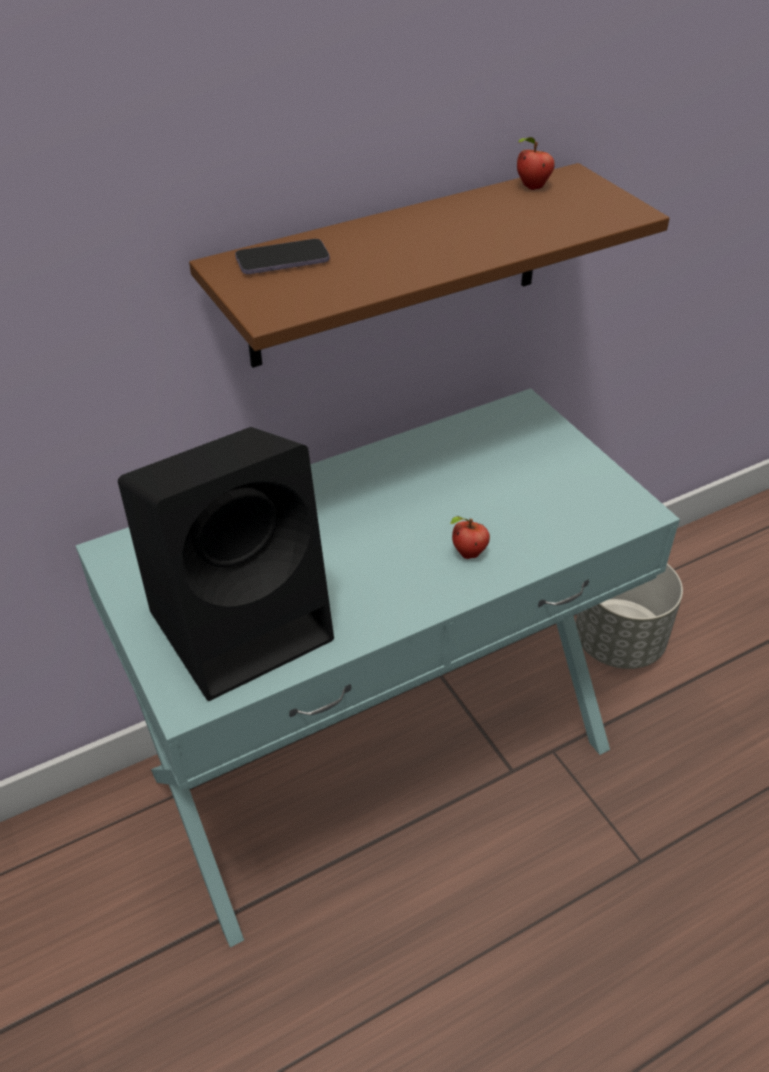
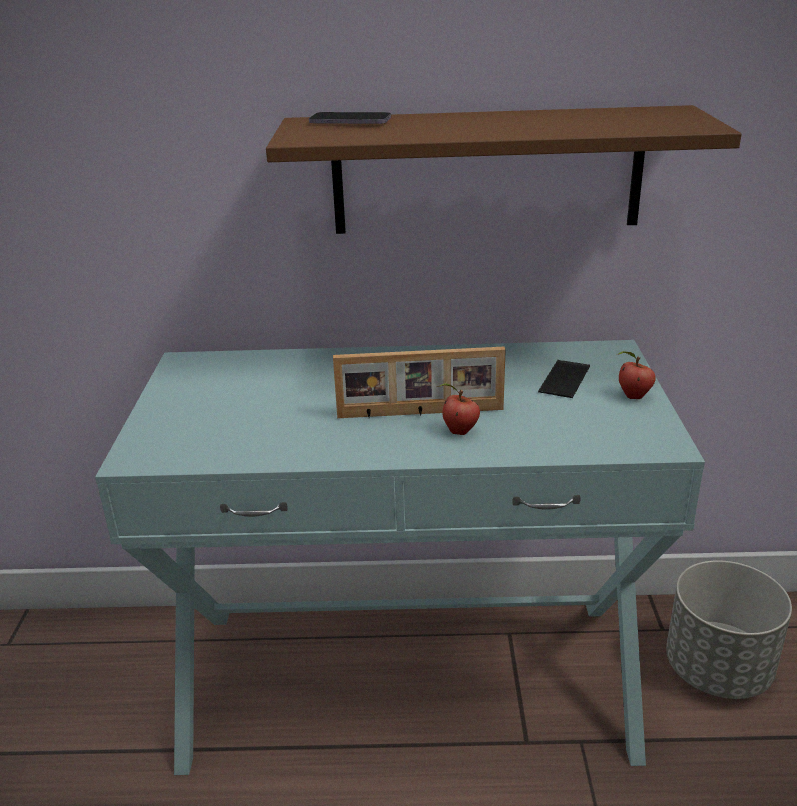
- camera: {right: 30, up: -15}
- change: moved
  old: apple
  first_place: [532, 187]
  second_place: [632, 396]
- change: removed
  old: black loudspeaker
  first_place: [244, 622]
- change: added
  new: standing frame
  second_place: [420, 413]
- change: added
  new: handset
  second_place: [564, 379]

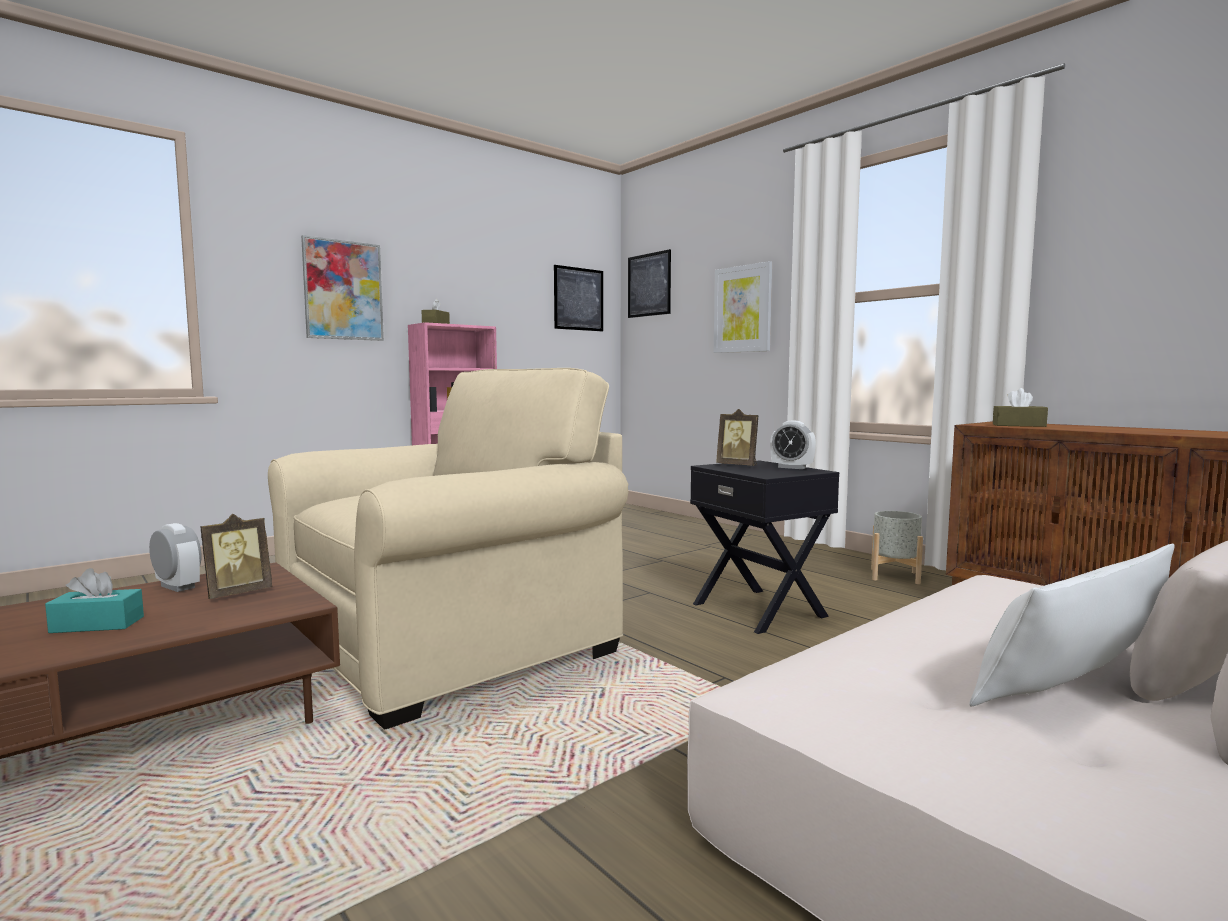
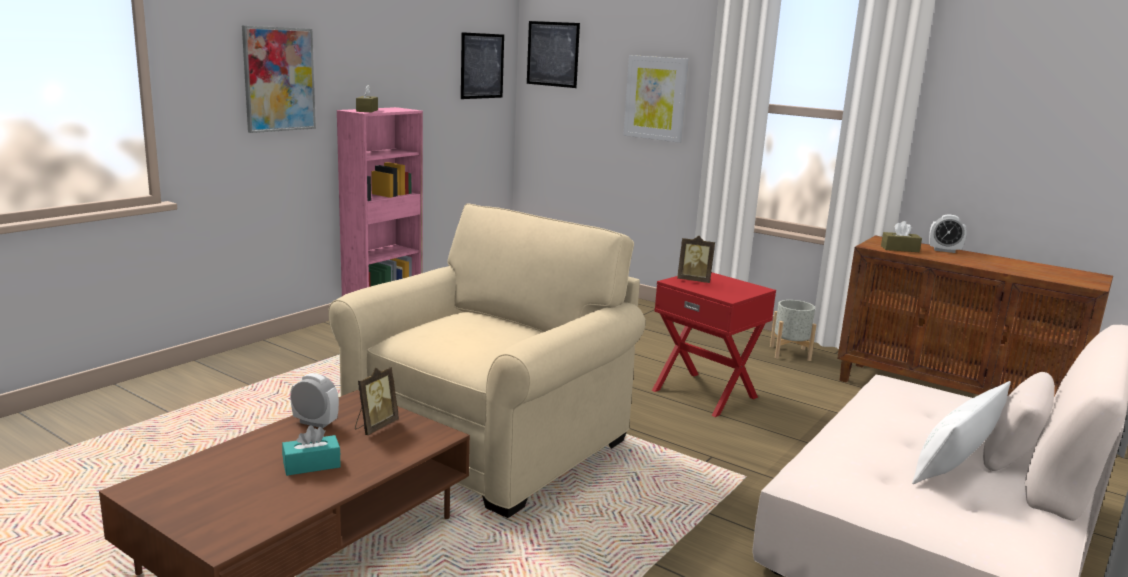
- camera: {right: -15, up: 10}
- change: moved
  old: bedside clock
  first_place: [792, 467]
  second_place: [944, 250]
- change: recoloured
  old: black end table
  new: red-coloured end table
  first_place: [760, 609]
  second_place: [705, 393]

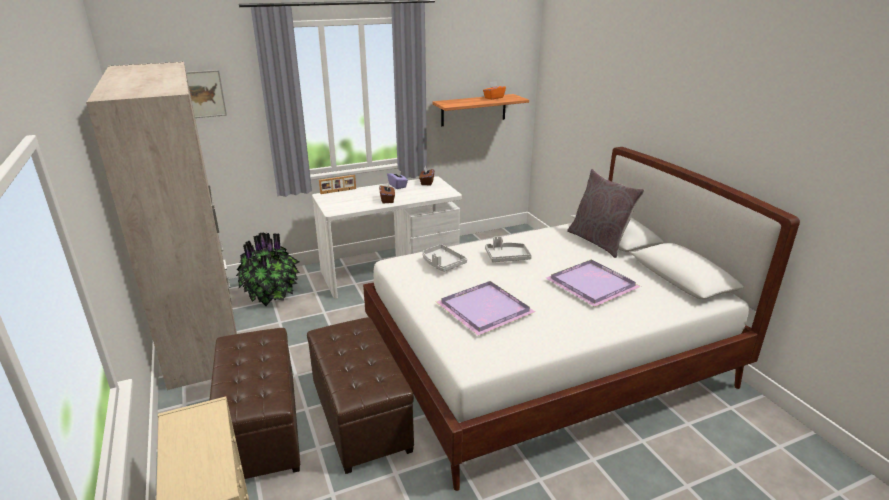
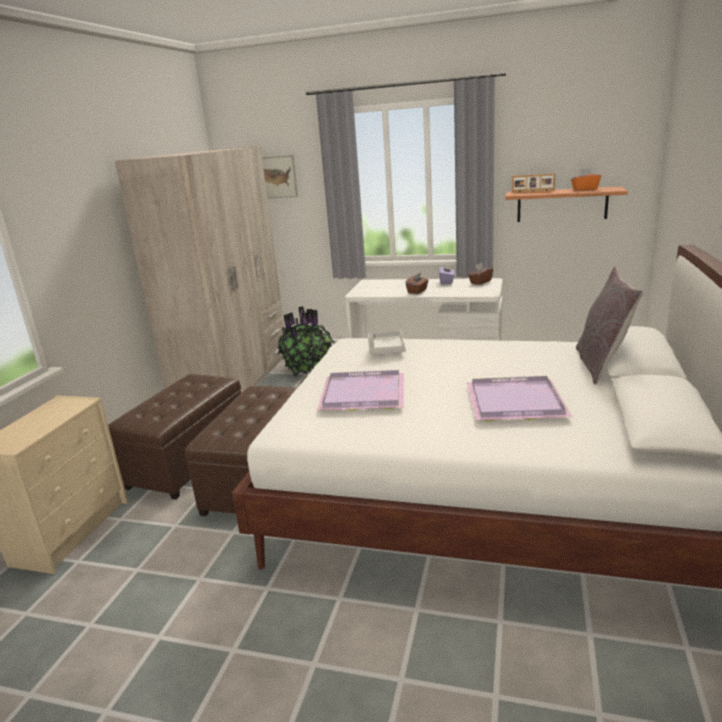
- camera: {right: 40, up: -5}
- change: moved
  old: standing frame
  first_place: [338, 191]
  second_place: [533, 191]
- change: removed
  old: grey tray
  first_place: [507, 257]

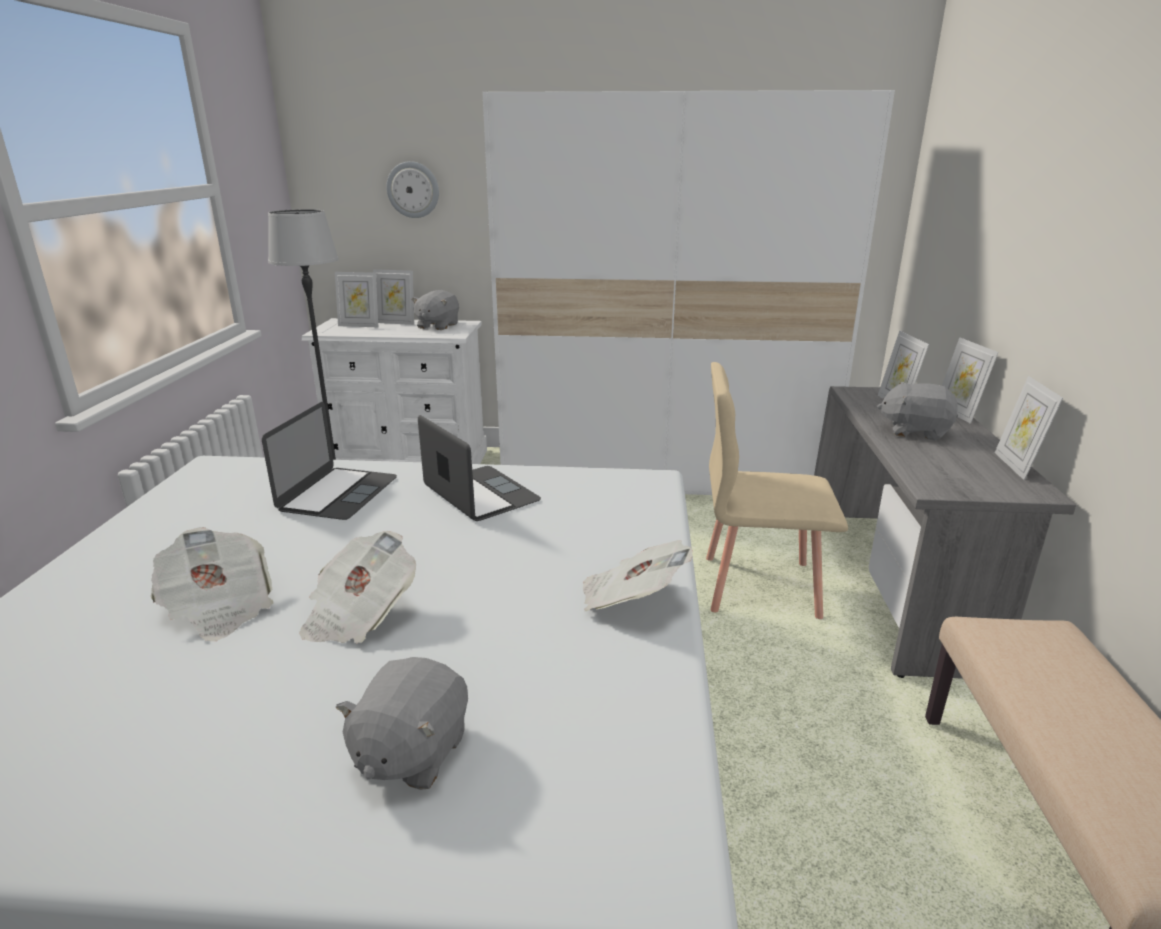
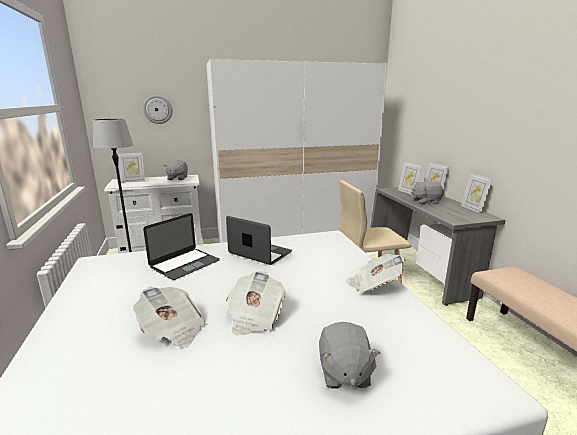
- camera: {right: -20, up: -5}
- change: removed
  old: standing frame
  first_place: [396, 322]
- change: turned
  old: notebook computer
  first_place: [338, 493]
  second_place: [185, 263]
  degrees: 45

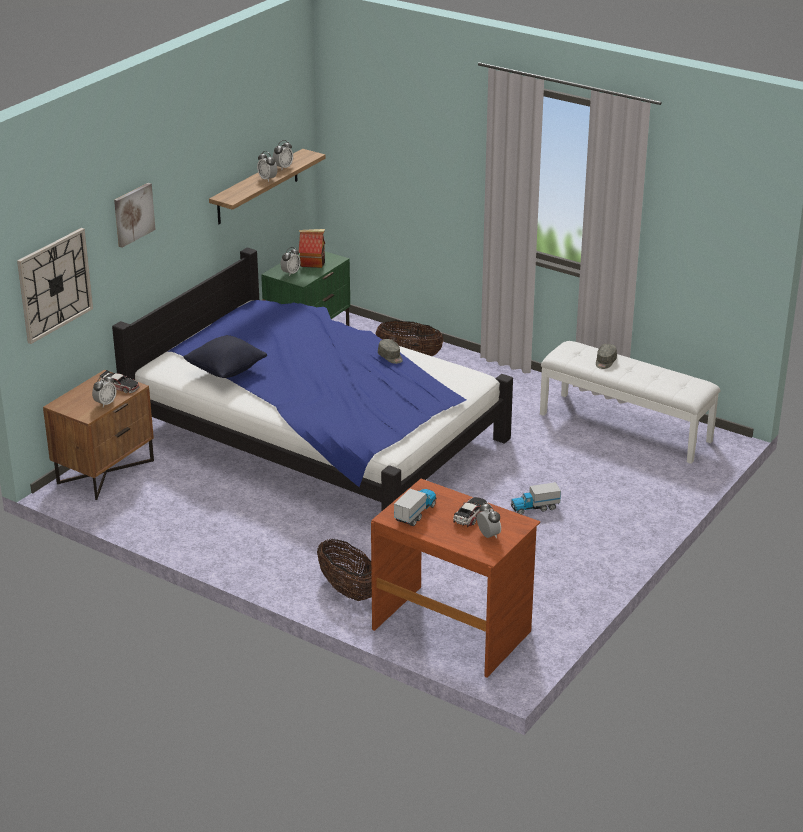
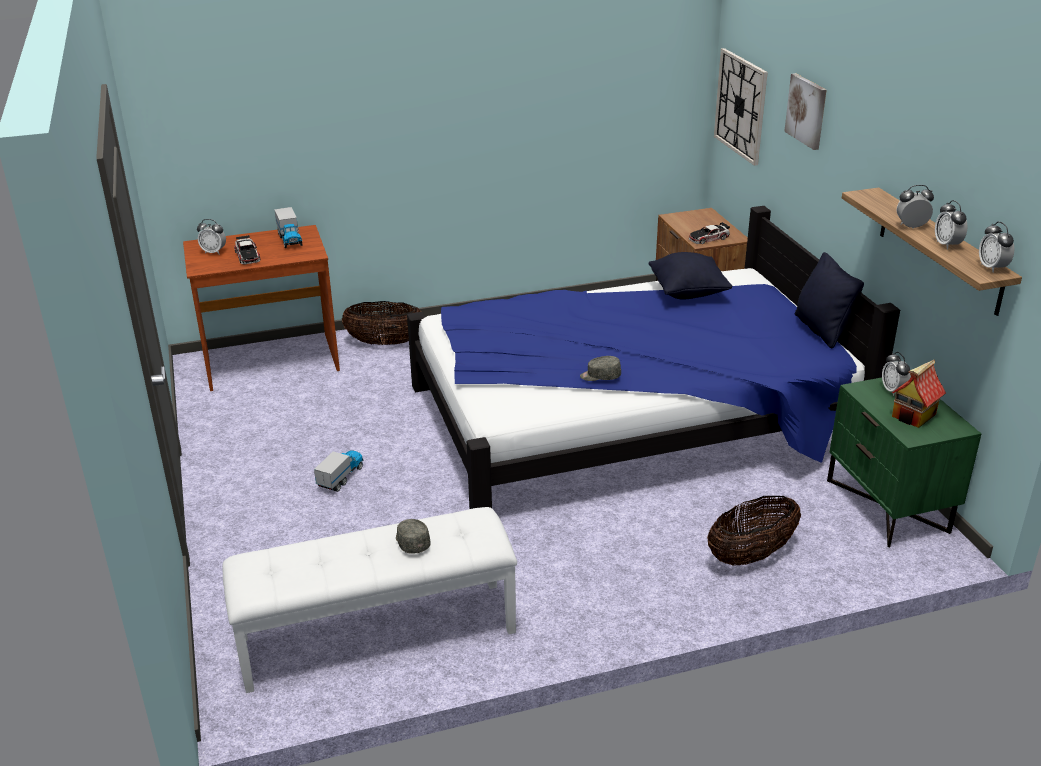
- camera: {right: 130, up: 0}
- change: moved
  old: bedside clock
  first_place: [105, 403]
  second_place: [992, 268]
- change: added
  new: black cushion
  second_place: [822, 330]

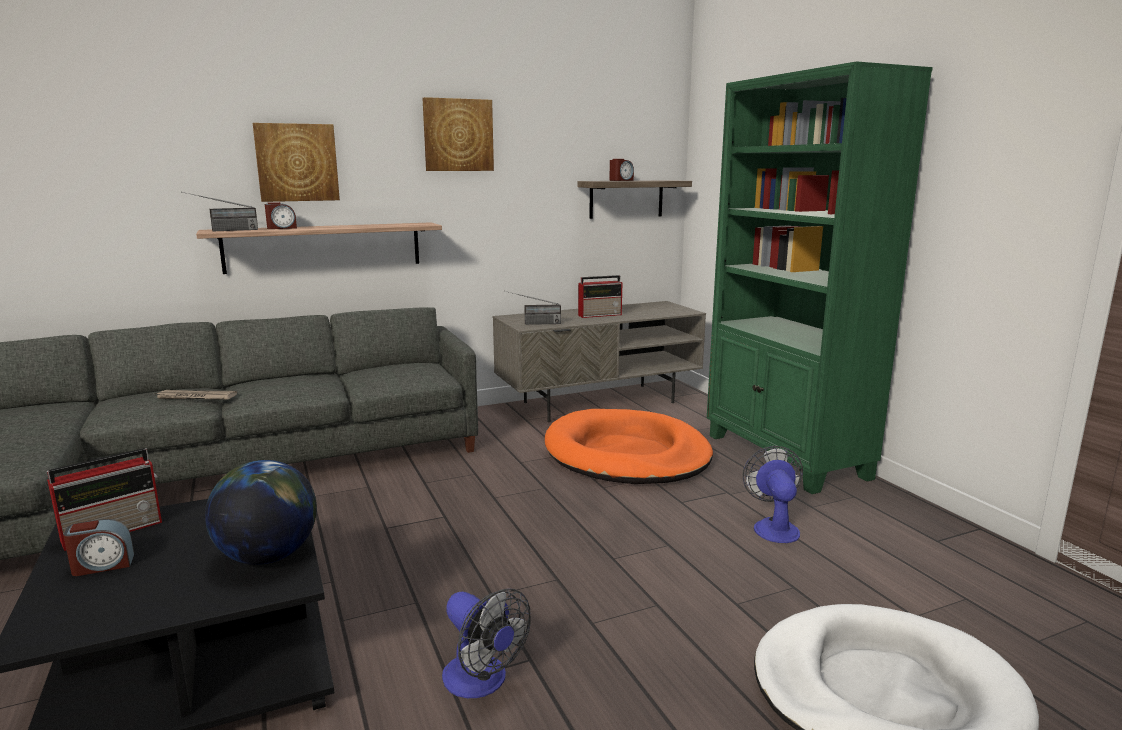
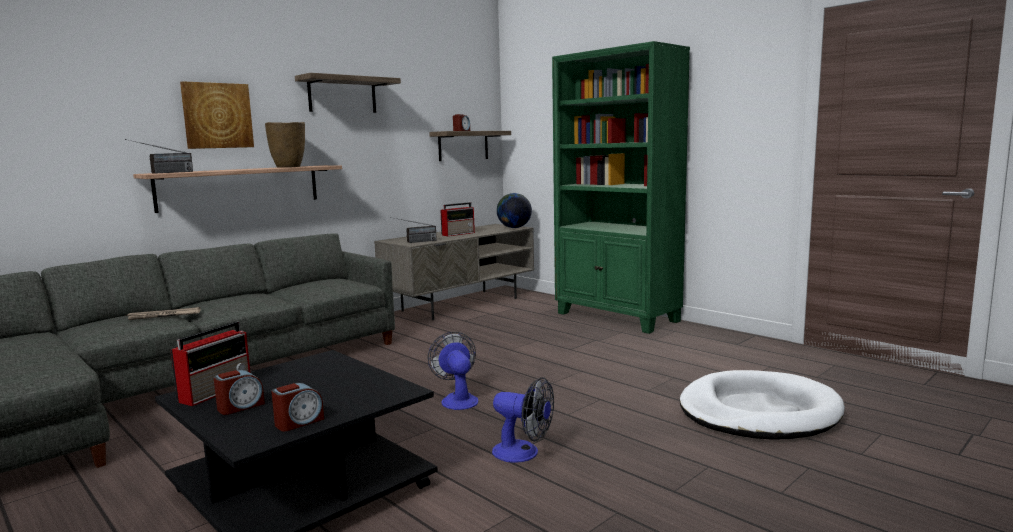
- camera: {right: -20, up: -5}
- change: replaced
  old: picture
  new: shelf
  first_place: [458, 135]
  second_place: [342, 95]
- change: moved
  old: bedside clock
  first_place: [282, 228]
  second_place: [299, 422]
- change: removed
  old: orange dog bed
  first_place: [626, 454]
- change: moved
  old: electric fan
  first_place: [773, 527]
  second_place: [457, 399]
- change: moved
  old: world globe
  first_place: [268, 556]
  second_place: [514, 227]
- change: added
  new: brown-coloured decorative vase
  second_place: [289, 167]

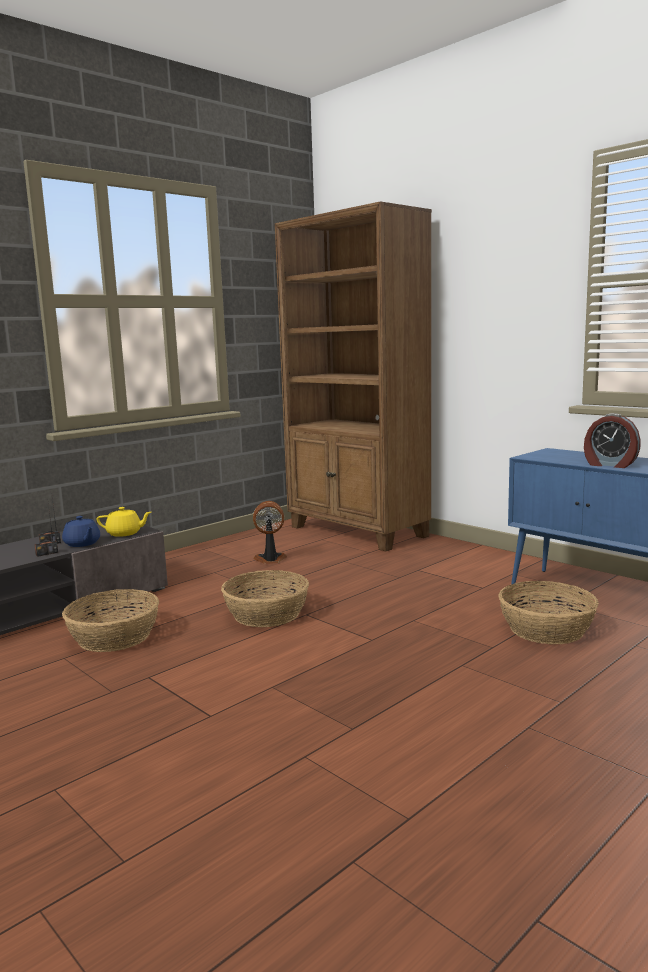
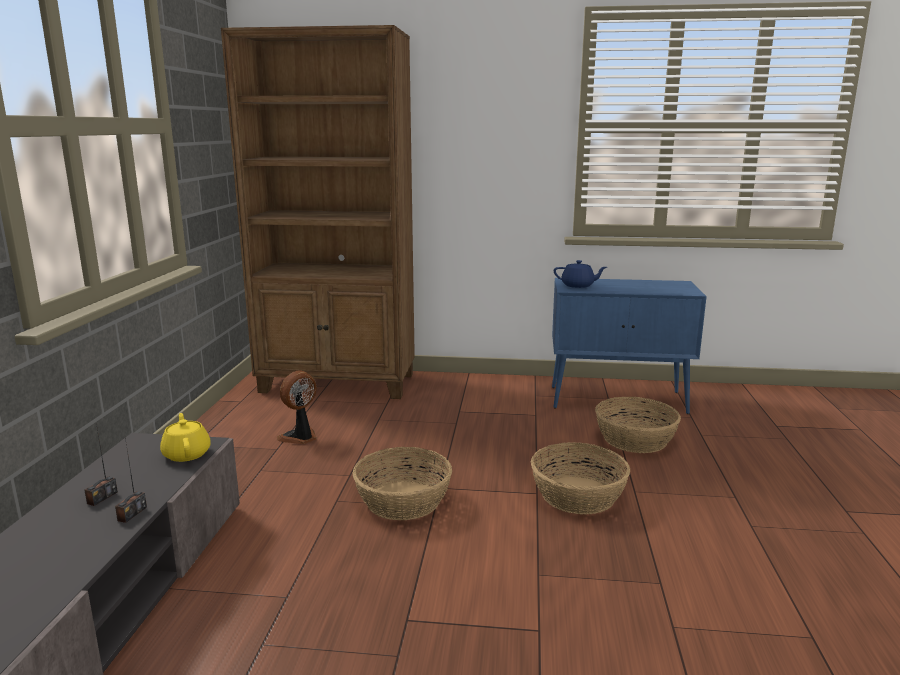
- camera: {right: -40, up: 5}
- change: removed
  old: bedside clock
  first_place: [610, 465]
- change: turned
  old: yellowish tea pot
  first_place: [125, 533]
  second_place: [187, 453]
  degrees: -75
- change: moved
  old: blue tea pot
  first_place: [82, 544]
  second_place: [578, 285]
- change: moved
  old: storage basket
  first_place: [114, 637]
  second_place: [577, 495]

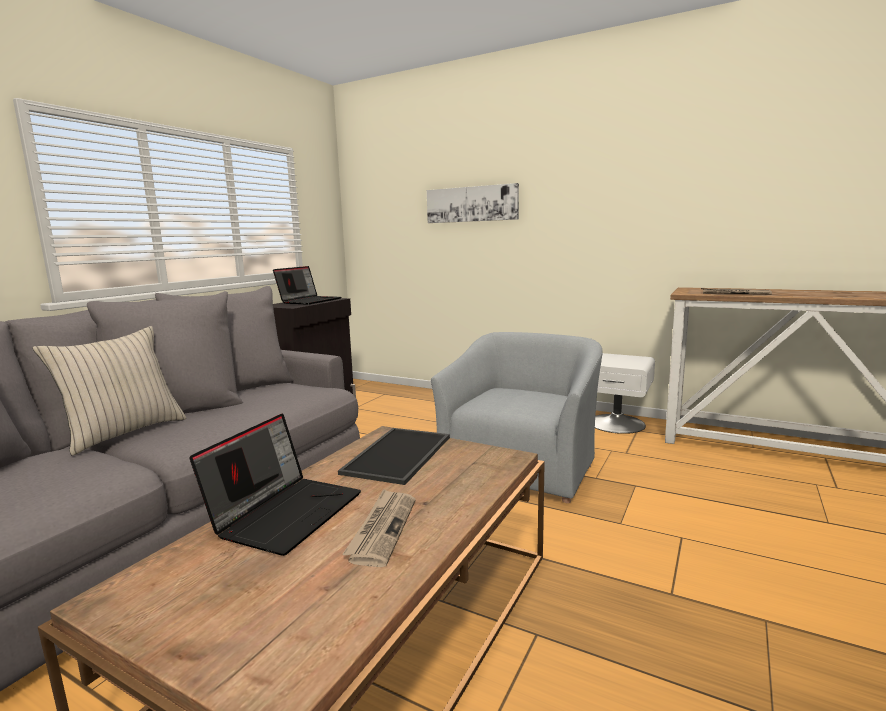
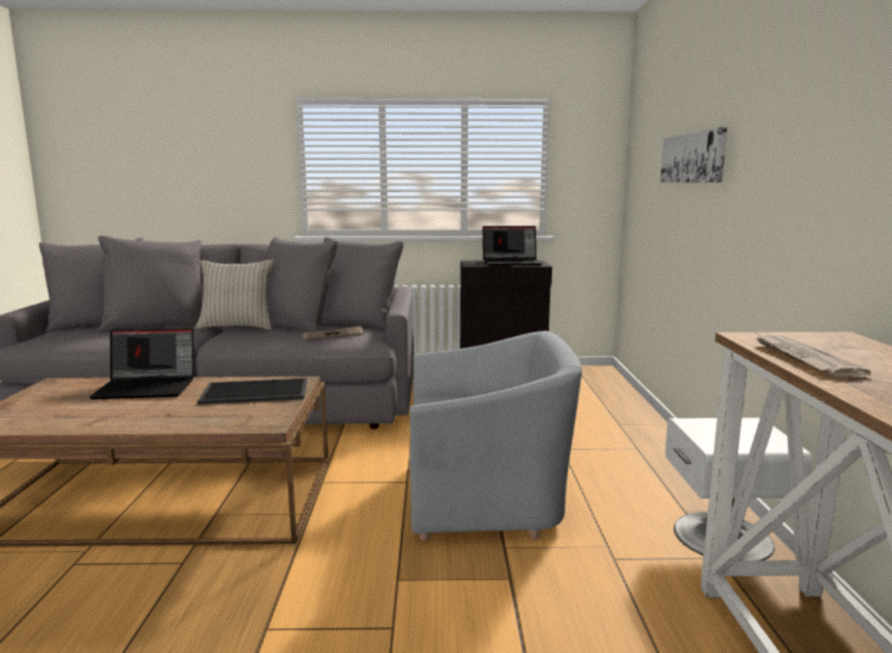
- camera: {right: 60, up: 0}
- change: moved
  old: daily paper
  first_place: [382, 528]
  second_place: [333, 335]

